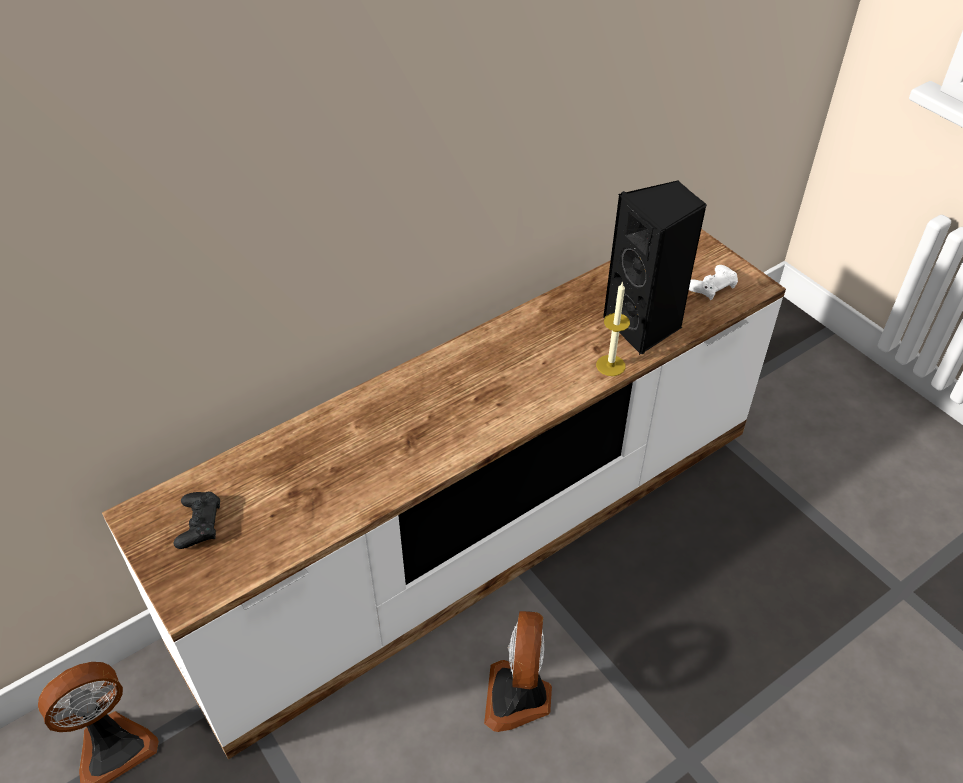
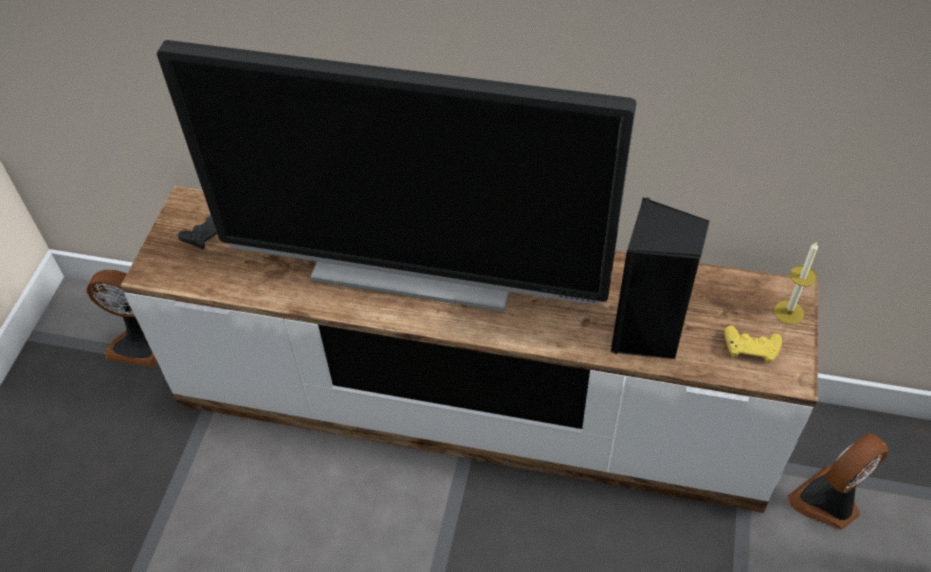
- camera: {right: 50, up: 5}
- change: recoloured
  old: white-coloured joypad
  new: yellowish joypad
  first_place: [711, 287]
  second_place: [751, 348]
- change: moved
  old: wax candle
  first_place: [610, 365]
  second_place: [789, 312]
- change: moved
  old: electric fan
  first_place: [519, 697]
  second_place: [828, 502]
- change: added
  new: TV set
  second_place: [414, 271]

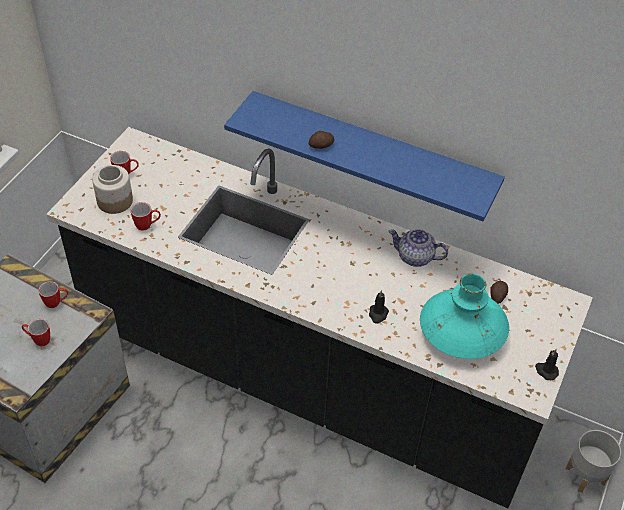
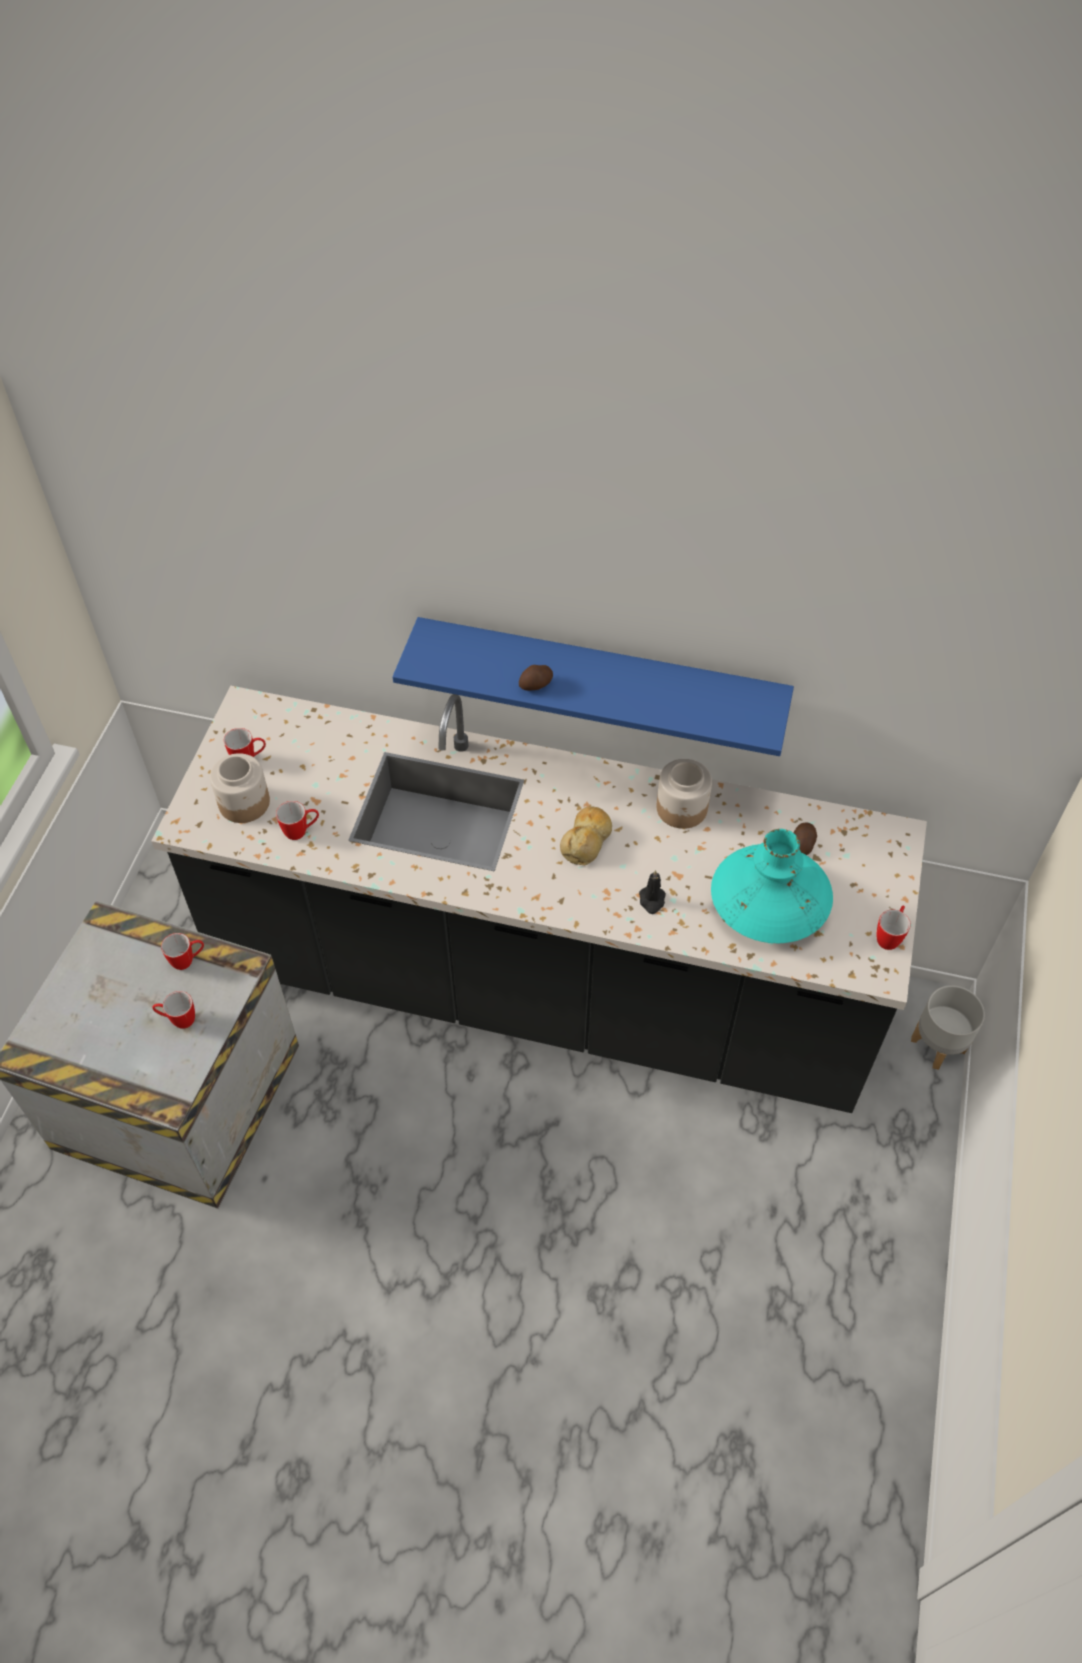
- camera: {right: -10, up: 5}
- change: replaced
  old: tea pot
  new: storage jar
  first_place: [415, 257]
  second_place: [682, 809]
- change: replaced
  old: black wax candle
  new: coffee mug
  first_place: [546, 371]
  second_place: [889, 936]
- change: added
  new: bread
  second_place: [587, 840]

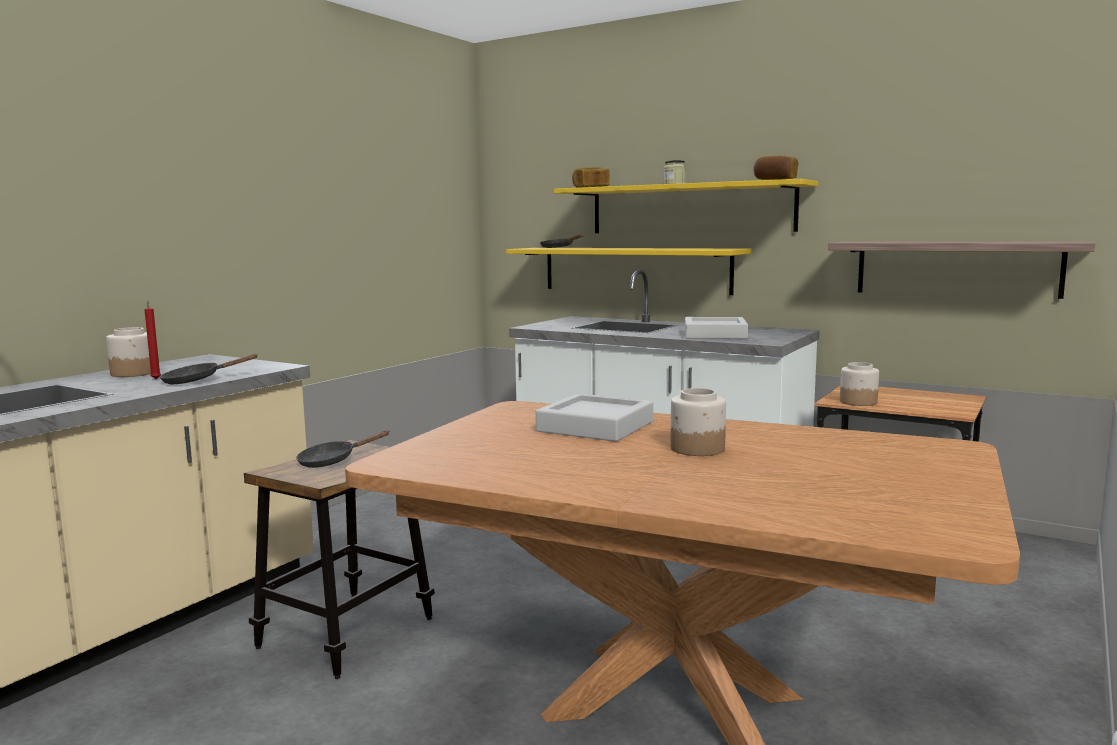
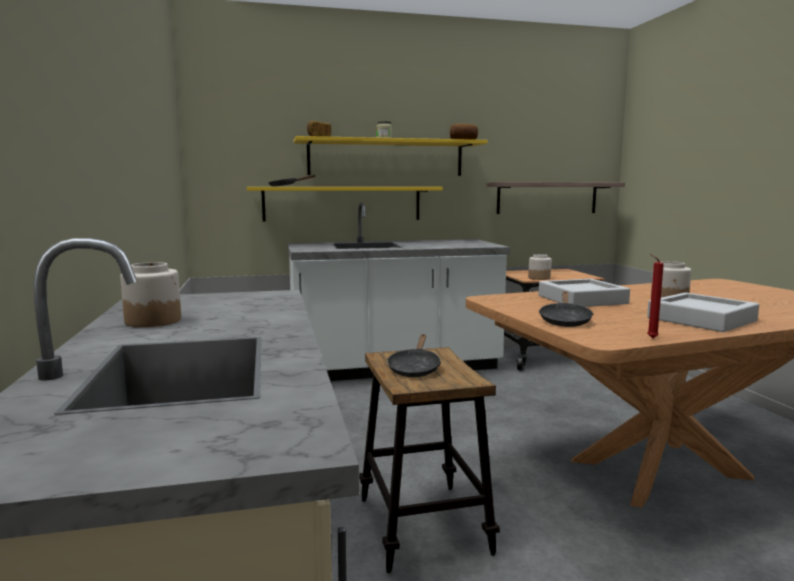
- camera: {right: -45, up: 0}
- change: moved
  old: red-coloured wax candle
  first_place: [156, 379]
  second_place: [650, 338]
- change: moved
  old: grey tray
  first_place: [715, 334]
  second_place: [701, 319]
- change: moved
  old: black frying pan
  first_place: [197, 380]
  second_place: [565, 320]

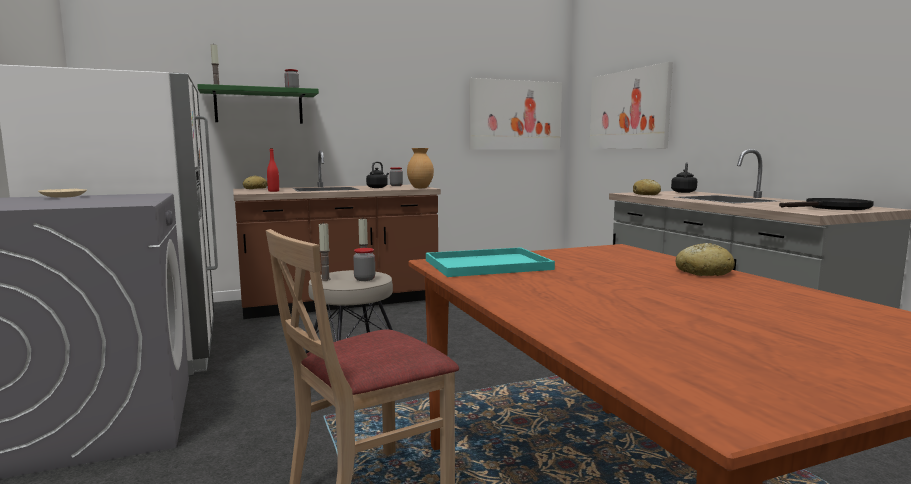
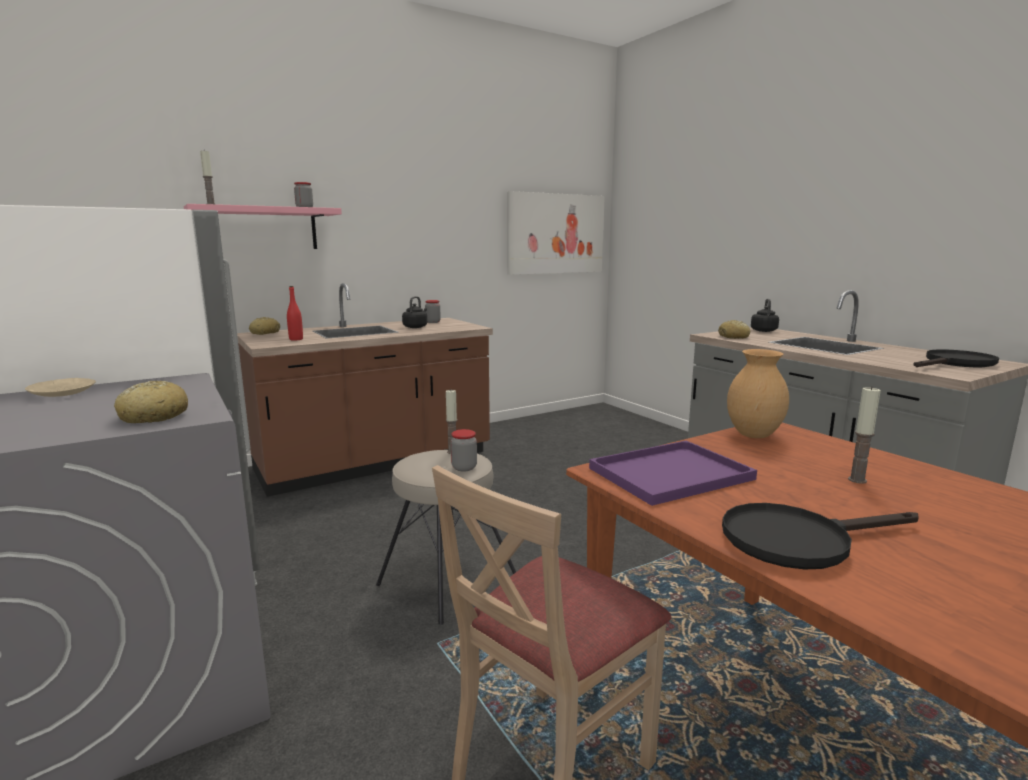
- camera: {right: -10, up: 5}
- change: removed
  old: picture
  first_place: [628, 110]
- change: recoloured
  old: green-coloured shelf
  new: pink shelf
  first_place: [259, 106]
  second_place: [262, 229]
- change: moved
  old: brown-coloured decorative vase
  first_place: [420, 188]
  second_place: [755, 435]
- change: moved
  old: wax candle
  first_place: [325, 279]
  second_place: [857, 480]
- change: moved
  old: bread
  first_place: [703, 272]
  second_place: [153, 416]
- change: recoloured
  old: turquoise tray
  new: purple-coloured tray
  first_place: [485, 265]
  second_place: [669, 475]
- change: added
  new: black frying pan
  second_place: [798, 540]

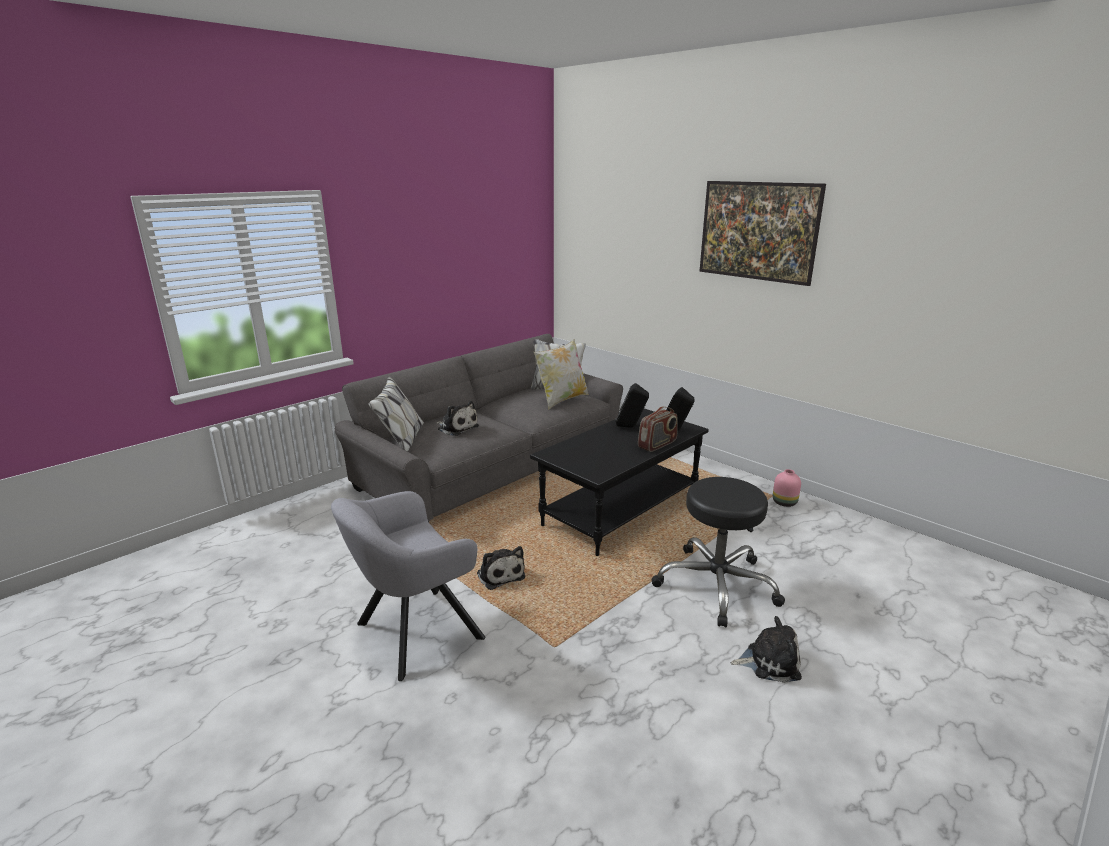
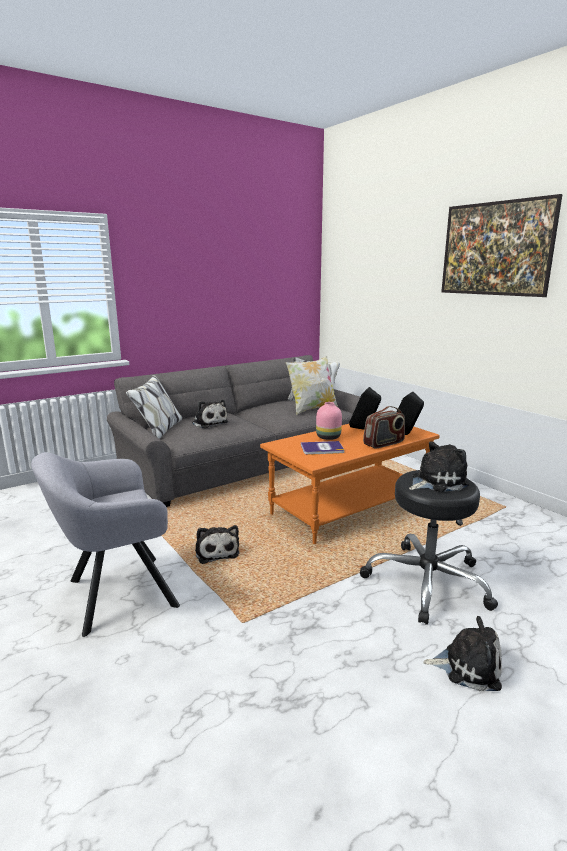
- camera: {right: 10, up: -5}
- change: recoloured
  old: black coffee table
  new: orange coffee table
  first_place: [620, 510]
  second_place: [349, 507]
- change: moved
  old: pink decorative vase
  first_place: [785, 502]
  second_place: [329, 437]
- change: added
  new: bound book
  second_place: [322, 448]
- change: added
  new: soft toy
  second_place: [436, 481]

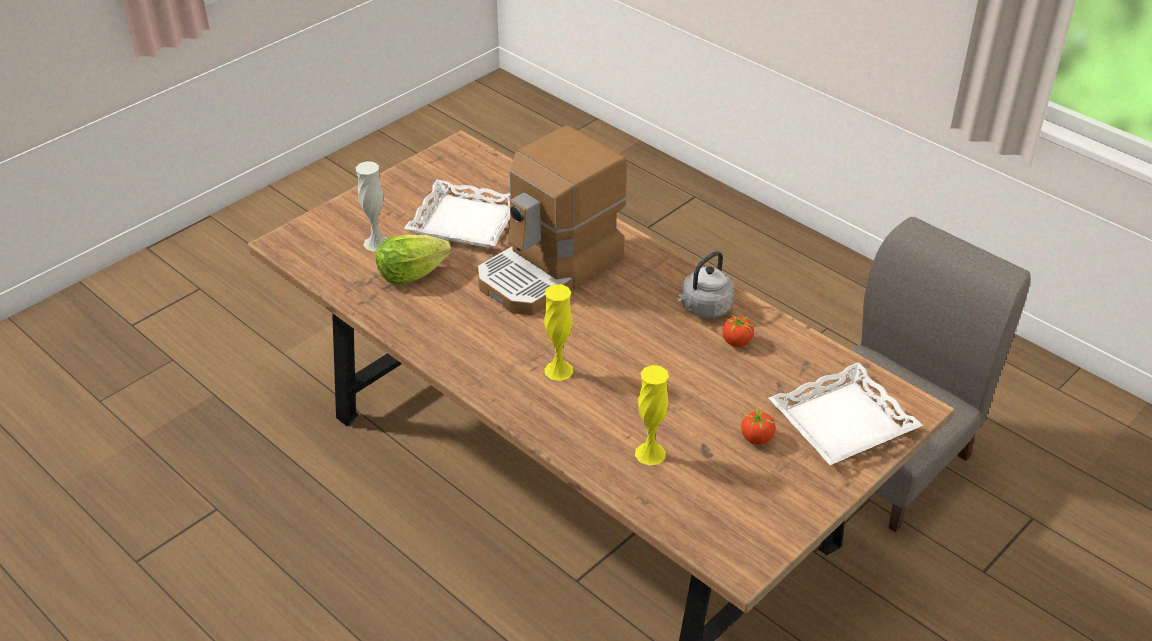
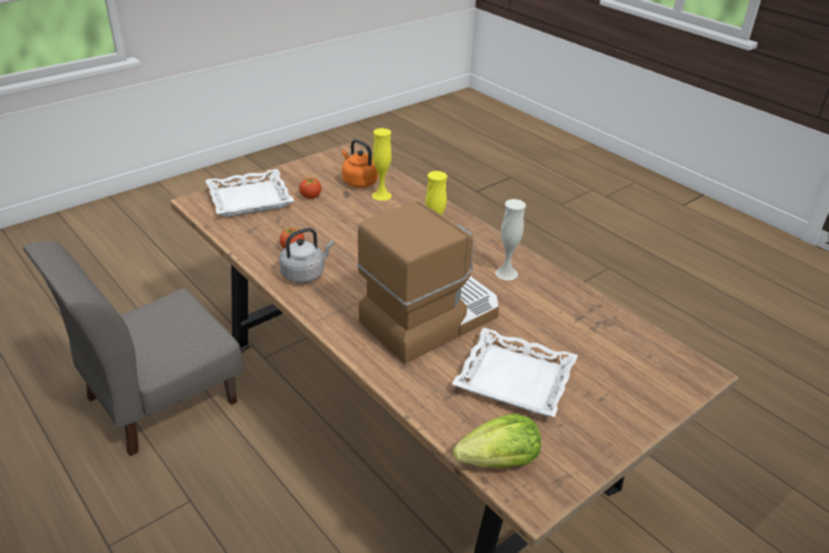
- camera: {right: -175, up: -5}
- change: moved
  old: white-coloured decorative vase
  first_place: [376, 243]
  second_place: [506, 273]
- change: moved
  old: lettuce head
  first_place: [411, 274]
  second_place: [499, 462]
- change: added
  new: orange water kettle
  second_place: [358, 181]

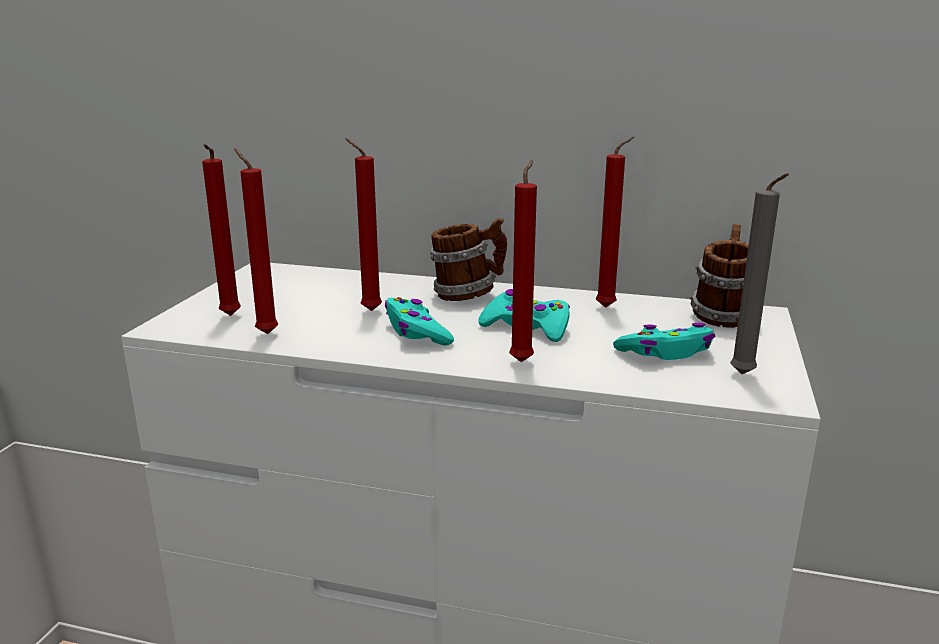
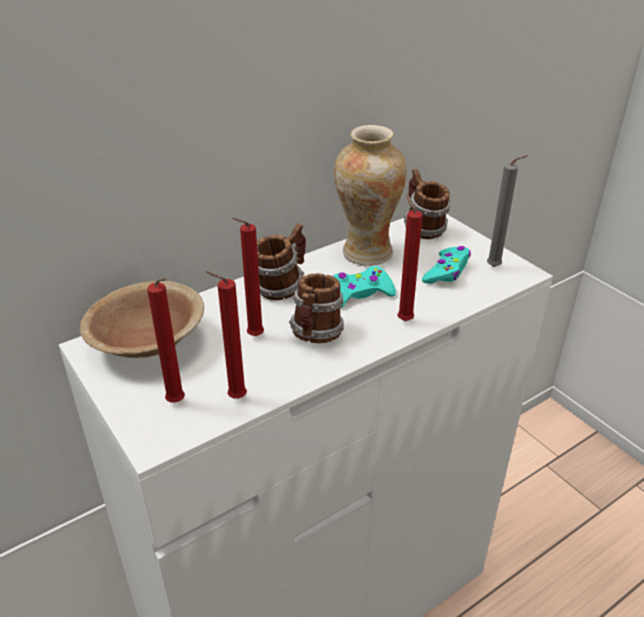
- camera: {right: -50, up: 15}
- change: replaced
  old: red-coloured wax candle
  new: decorative vase
  first_place: [609, 307]
  second_place: [367, 253]
- change: replaced
  old: turquoise joypad
  new: coffee mug
  first_place: [416, 332]
  second_place: [316, 335]
- change: added
  new: brown-coloured deep dish
  second_place: [147, 343]

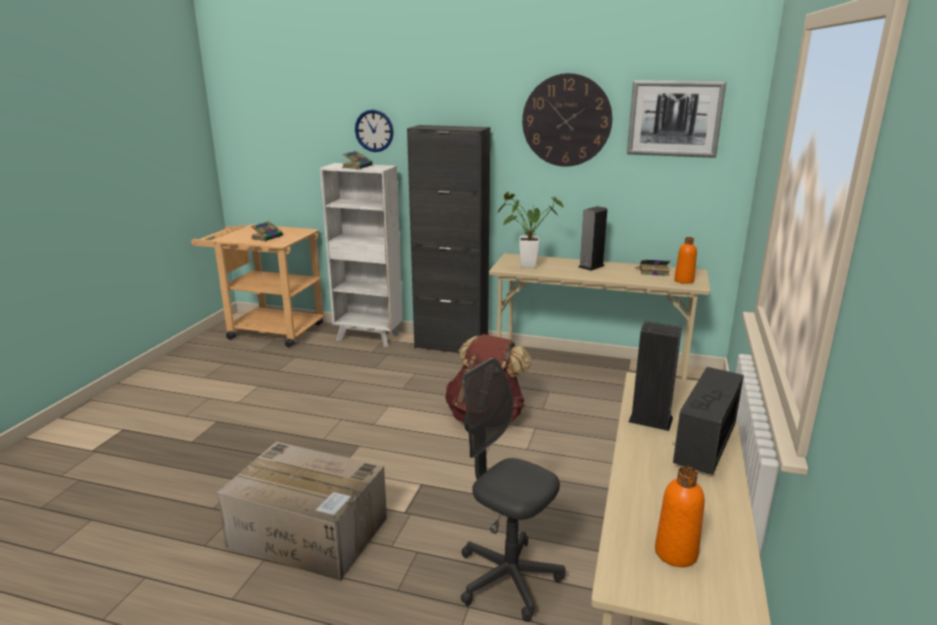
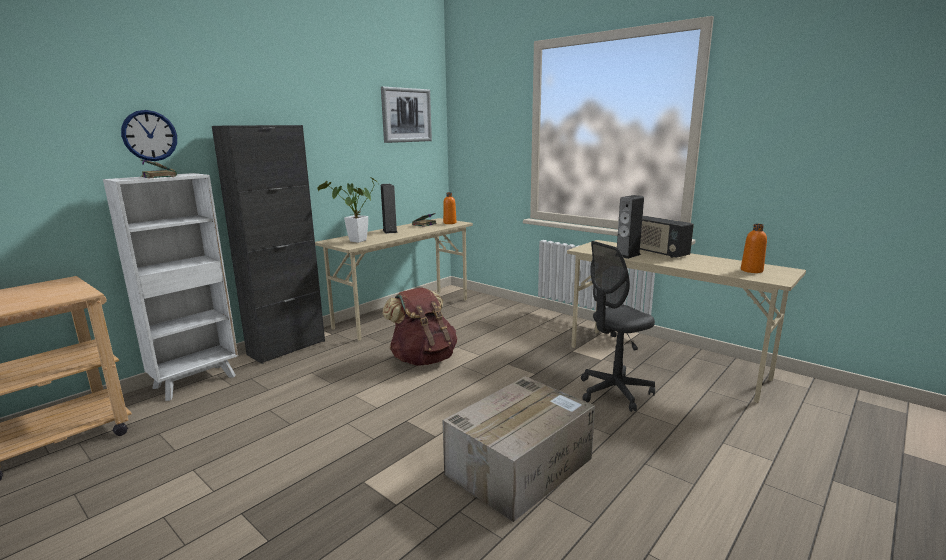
- camera: {right: -65, up: -5}
- change: removed
  old: clock on the wall
  first_place: [566, 120]
- change: removed
  old: bound book
  first_place: [267, 237]

